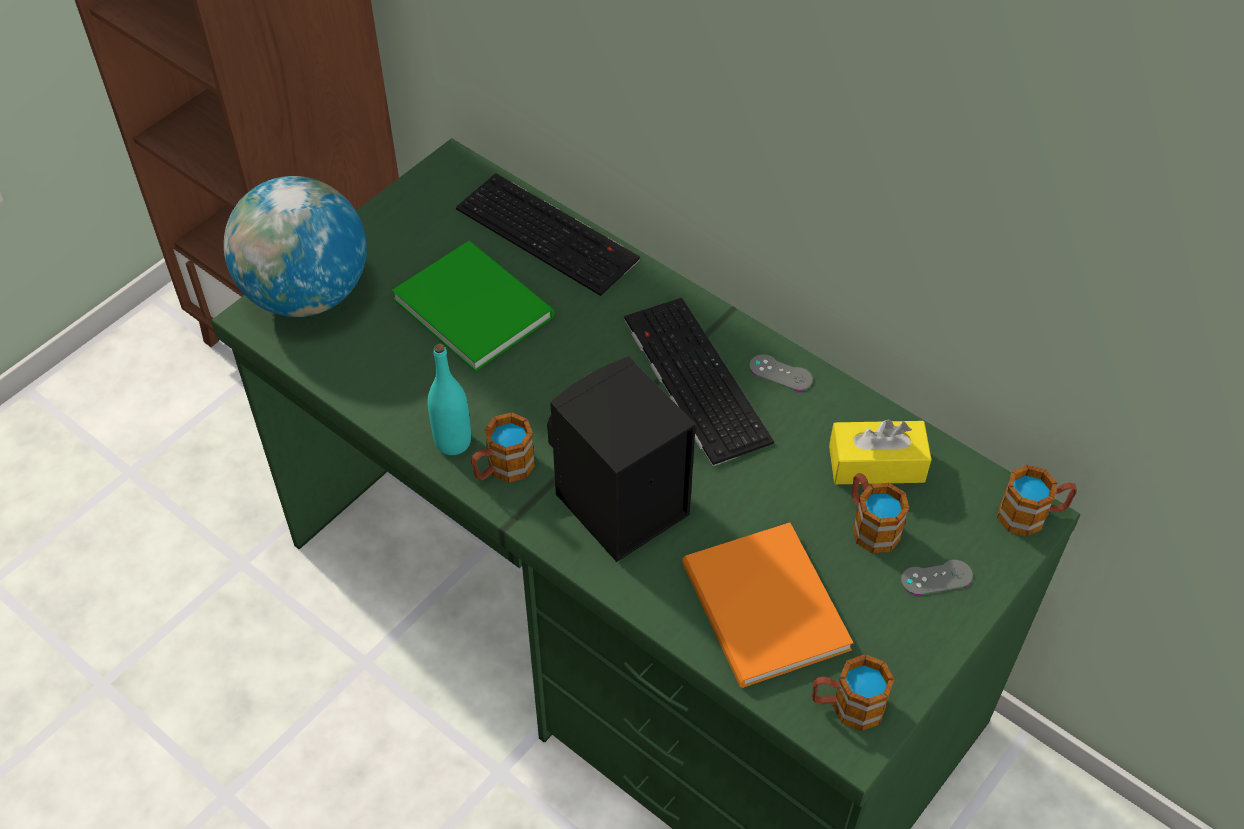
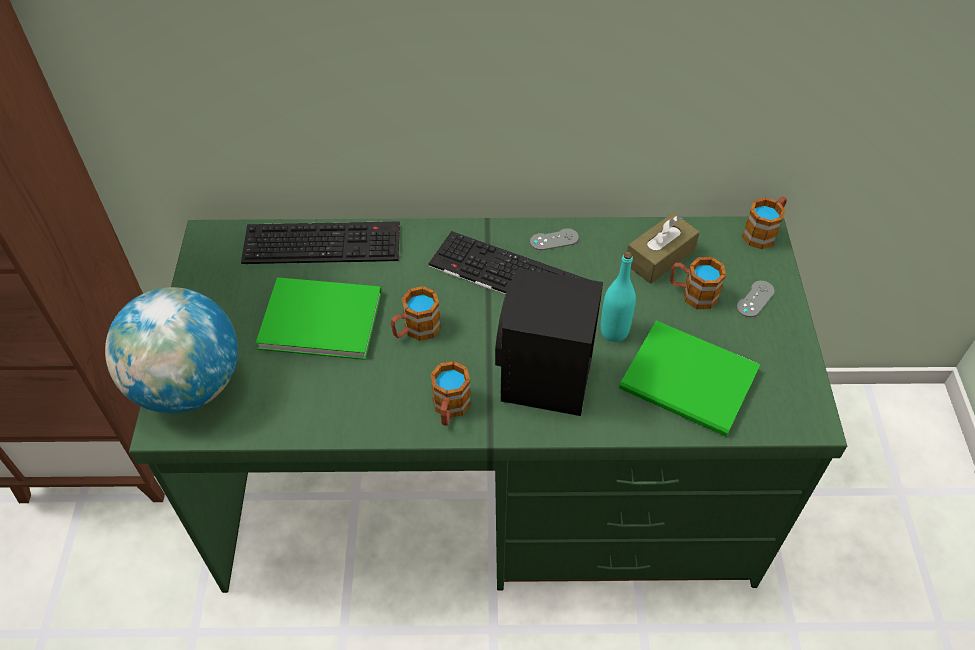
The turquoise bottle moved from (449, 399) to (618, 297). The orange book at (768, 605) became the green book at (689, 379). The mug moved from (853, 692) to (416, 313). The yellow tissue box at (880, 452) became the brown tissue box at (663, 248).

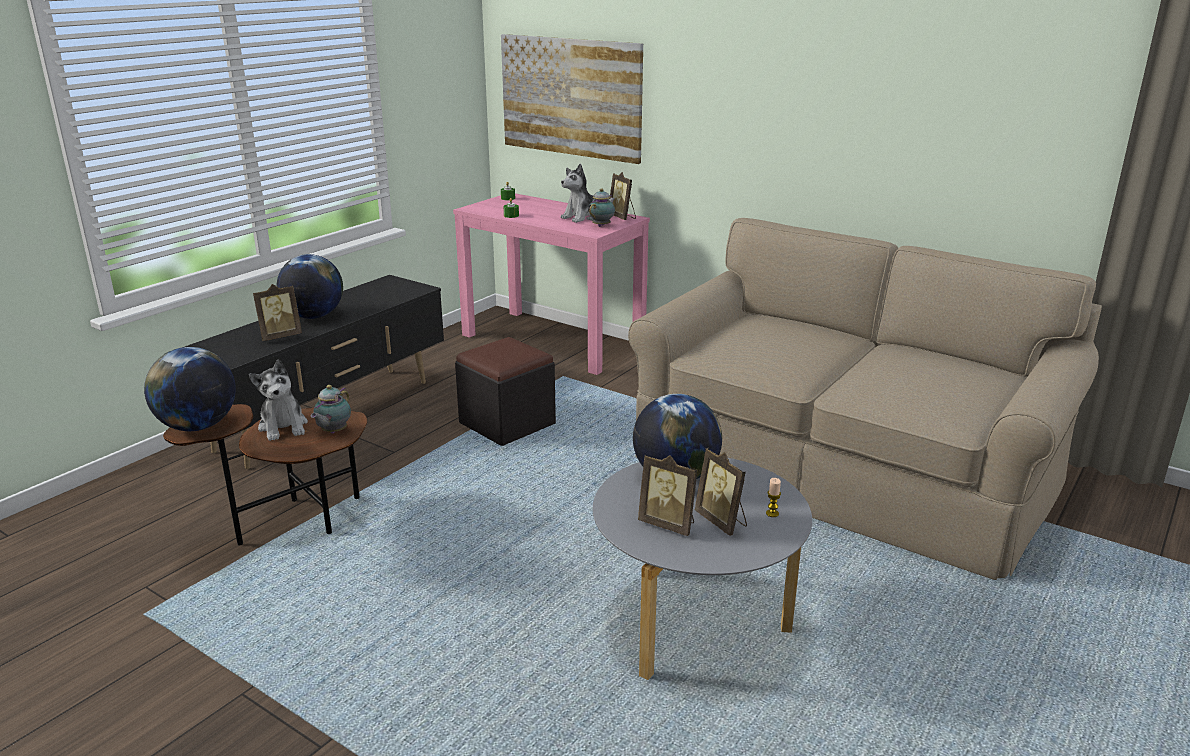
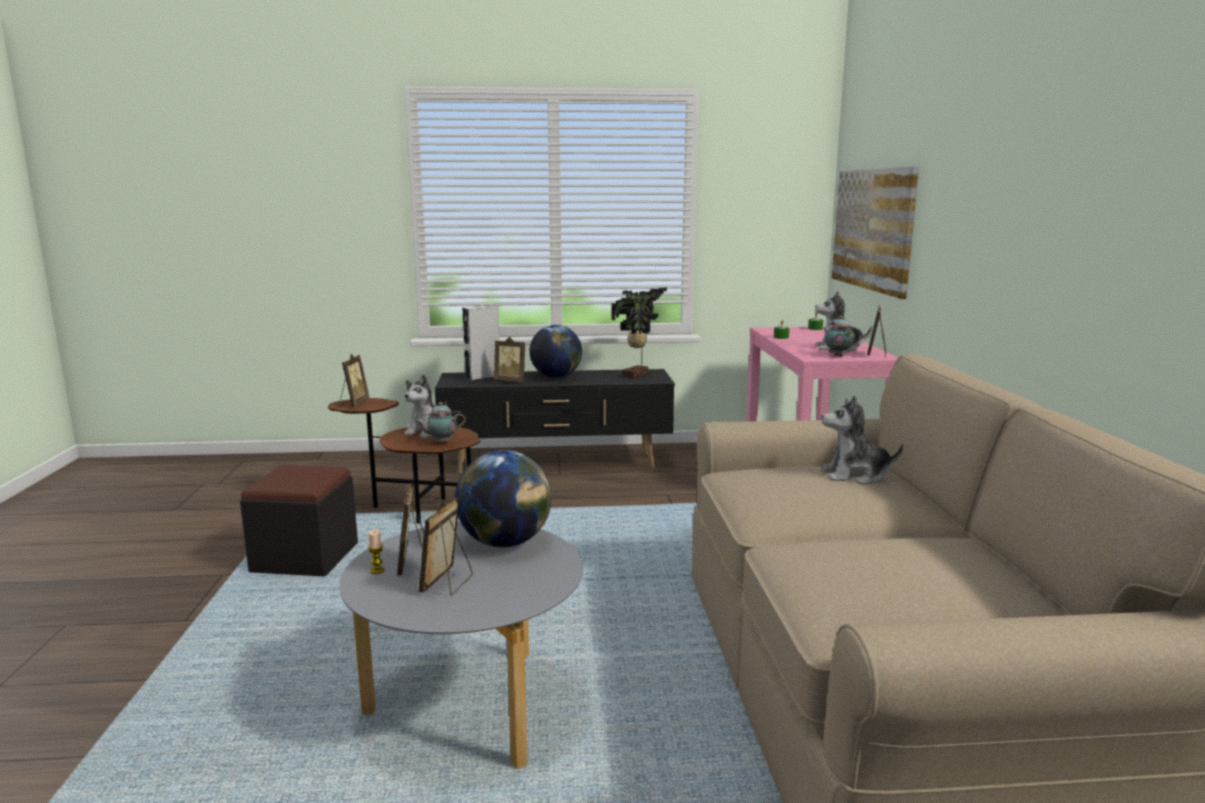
The globe at (190, 389) was replaced by the picture frame at (354, 380). The black ottoman moved from (505, 391) to (299, 520). The teapot at (601, 208) turned 105 degrees counterclockwise. The candle moved from (773, 497) to (376, 551). The grey speaker at (481, 343) appeared. The potted plant at (639, 333) appeared. The plush toy at (862, 439) appeared.

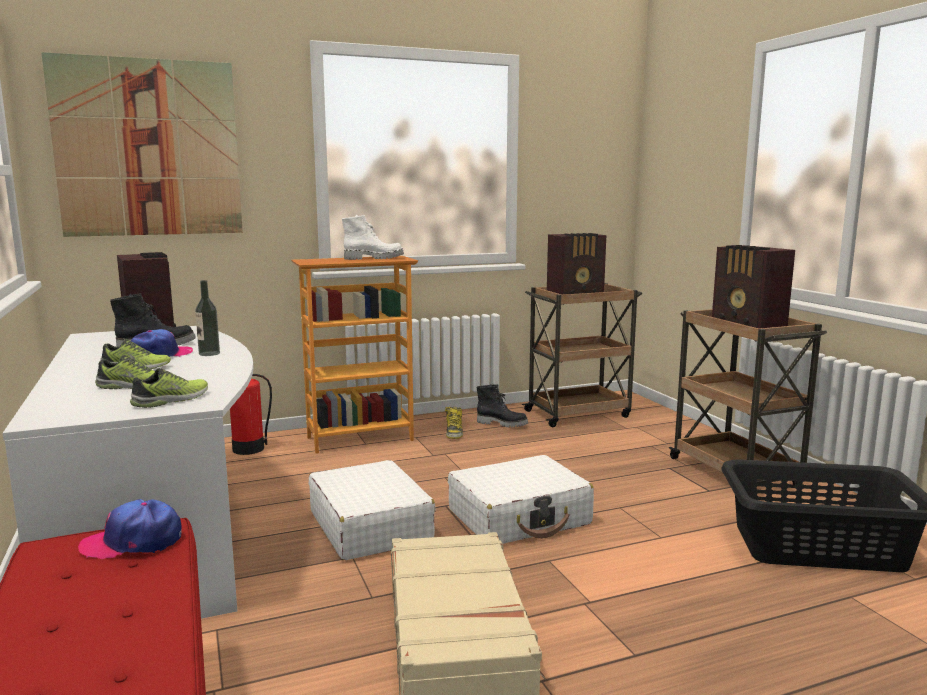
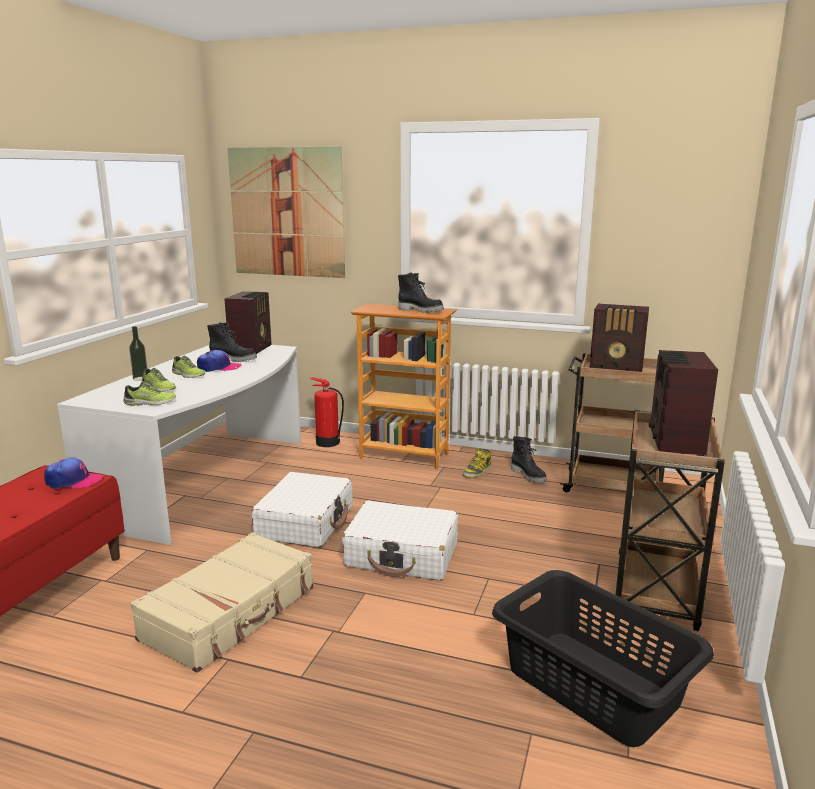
The cap at (130, 529) turned 150 degrees clockwise. The bottle moved from (207, 318) to (138, 353). The white boot at (373, 237) became the black boot at (421, 292).

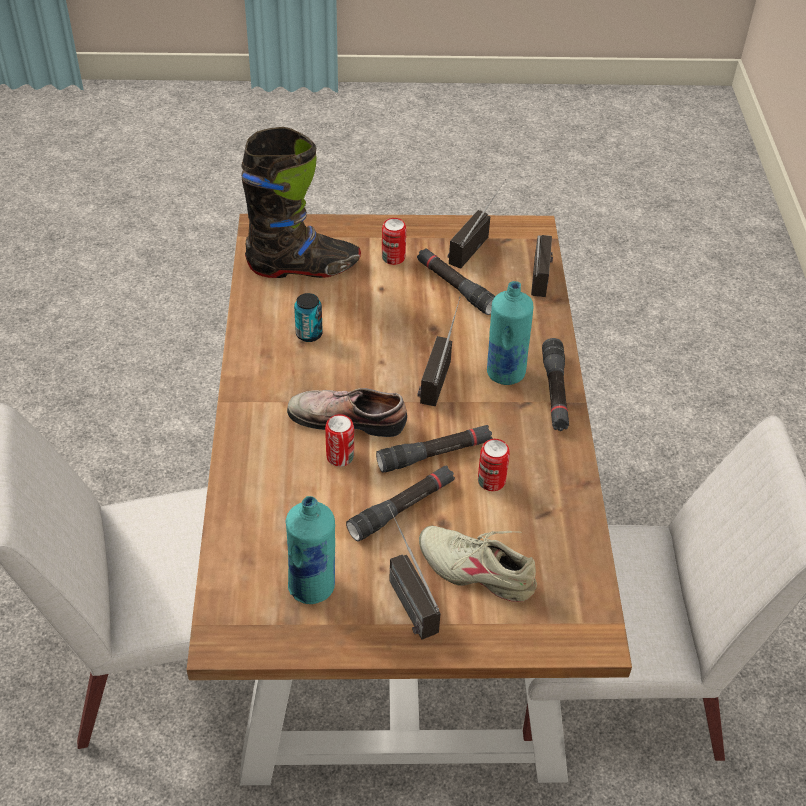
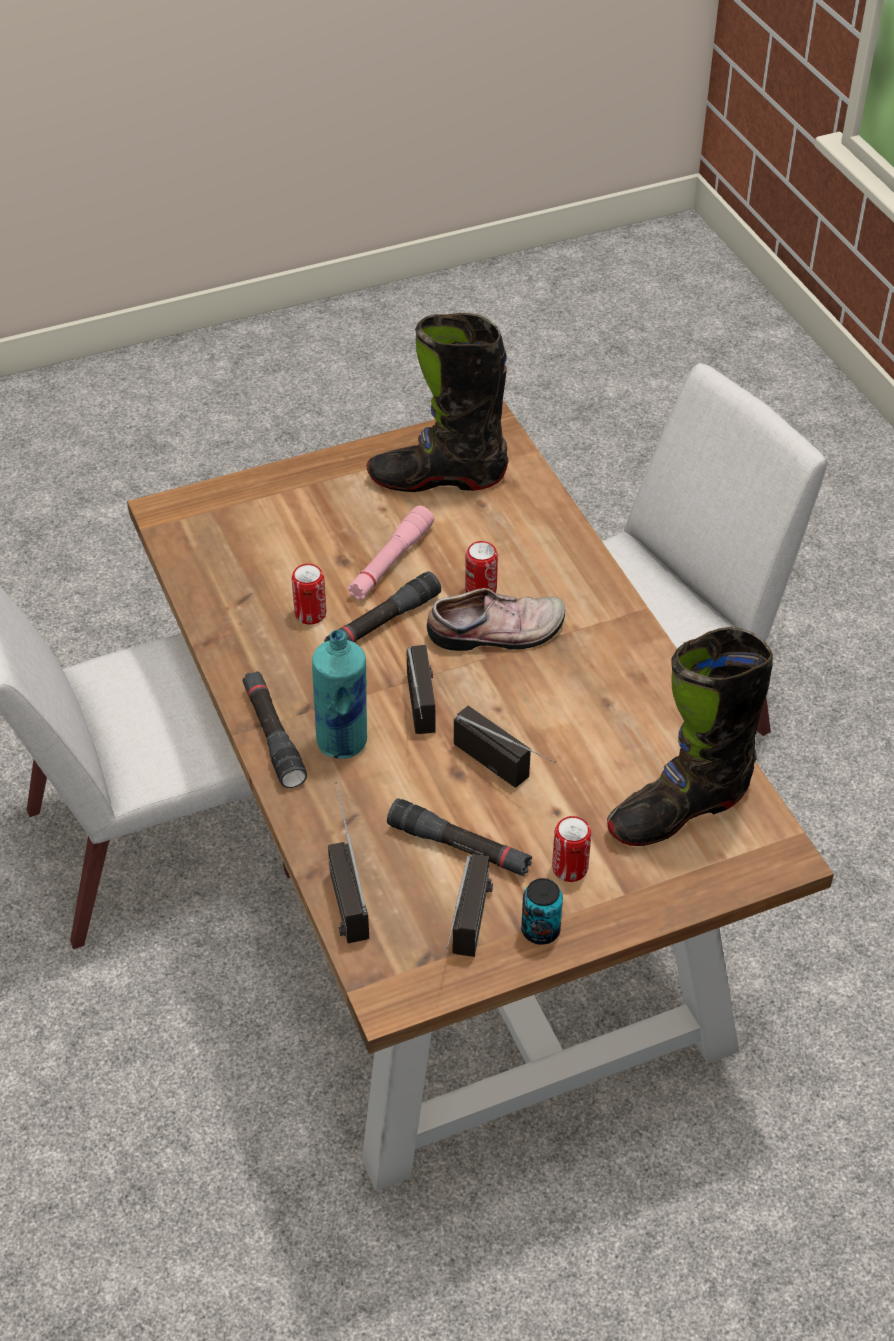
The turquoise bottle at (310, 550) was replaced by the black boot at (438, 402). The can moved from (308, 317) to (542, 911). The black flashlight at (400, 503) became the pink flashlight at (391, 553). The radio moved from (414, 571) to (505, 746). The beige shoe at (478, 564) disappeared.

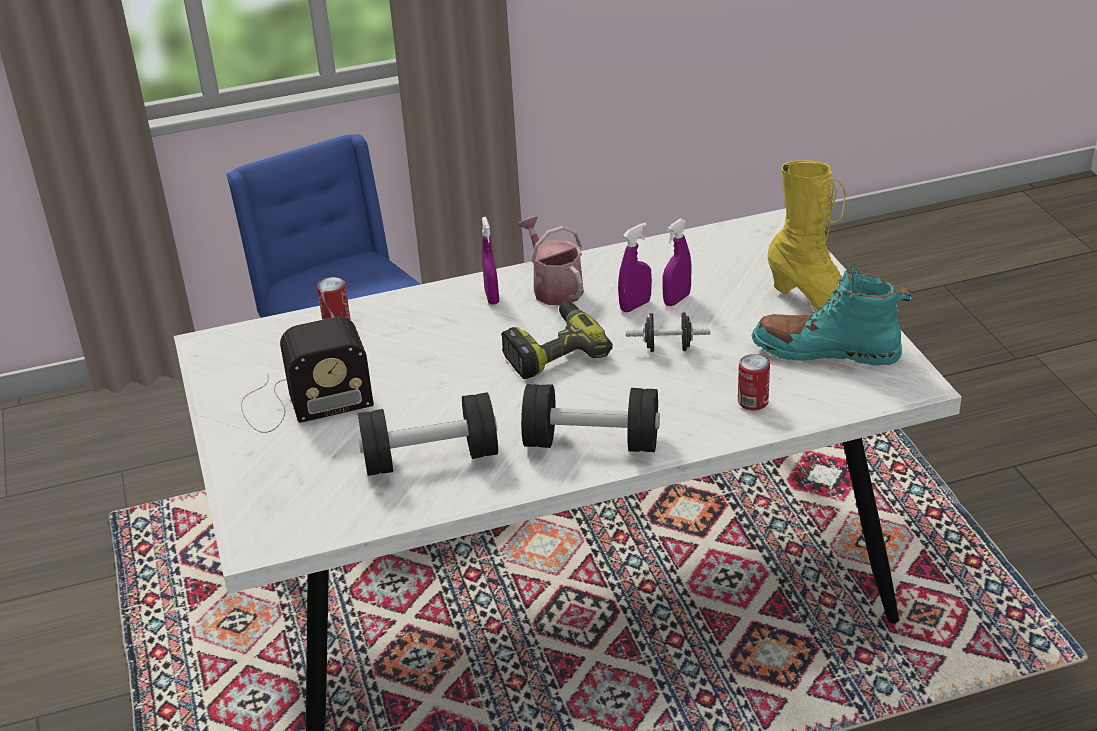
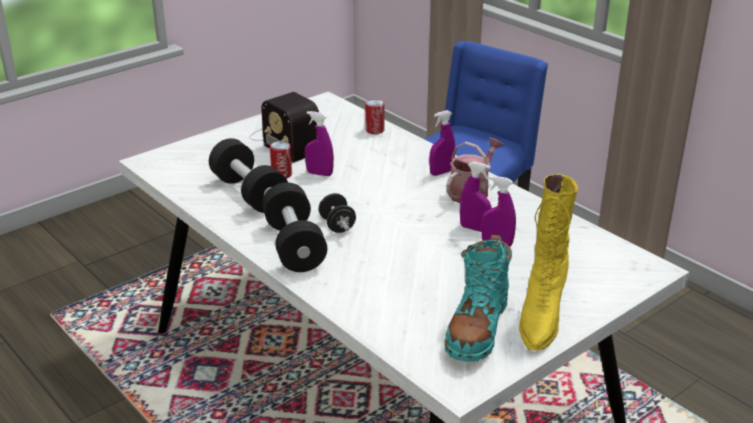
The power drill at (557, 340) disappeared. The black dumbbell moved from (668, 332) to (337, 213). The can moved from (754, 382) to (281, 160). The turquoise boot at (832, 315) turned 150 degrees counterclockwise. The purple spray bottle at (319, 143) appeared.

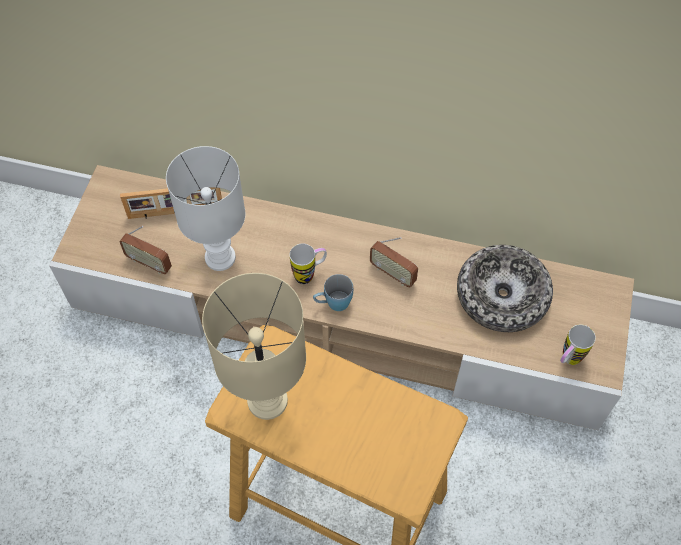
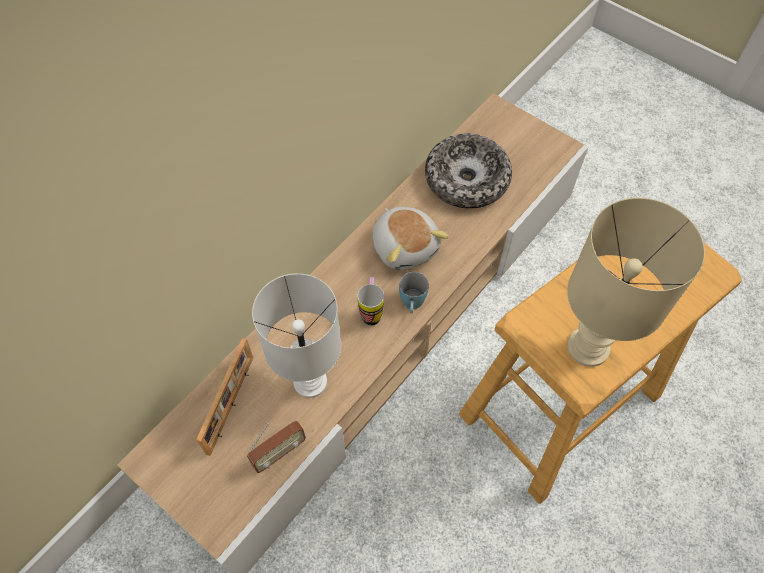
The radio at (394, 262) was replaced by the plush toy at (411, 238). The mug at (578, 345) disappeared.

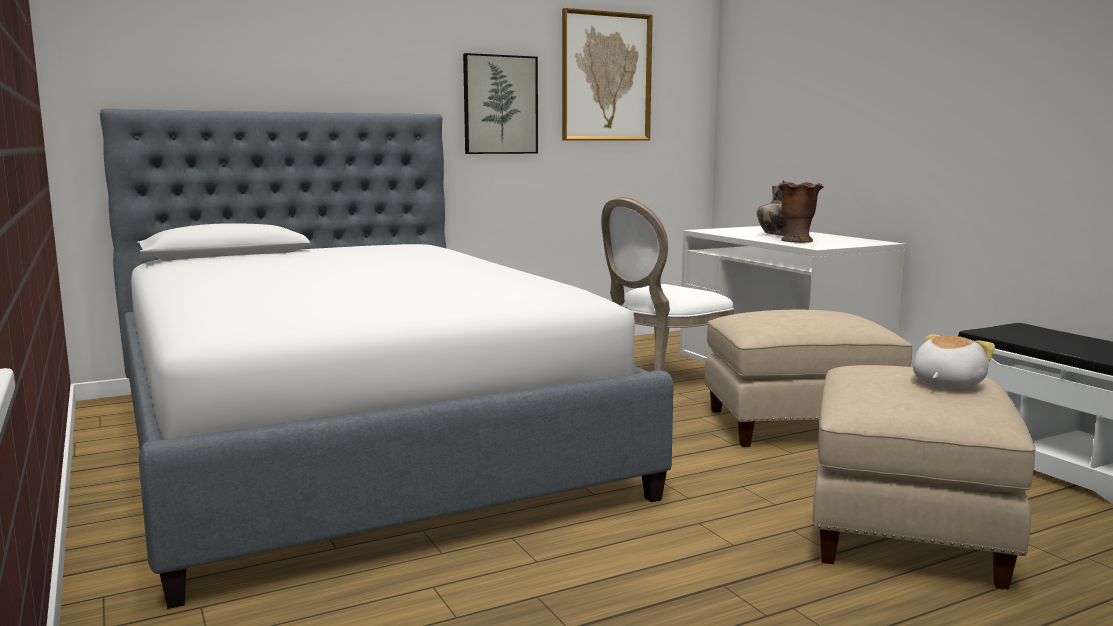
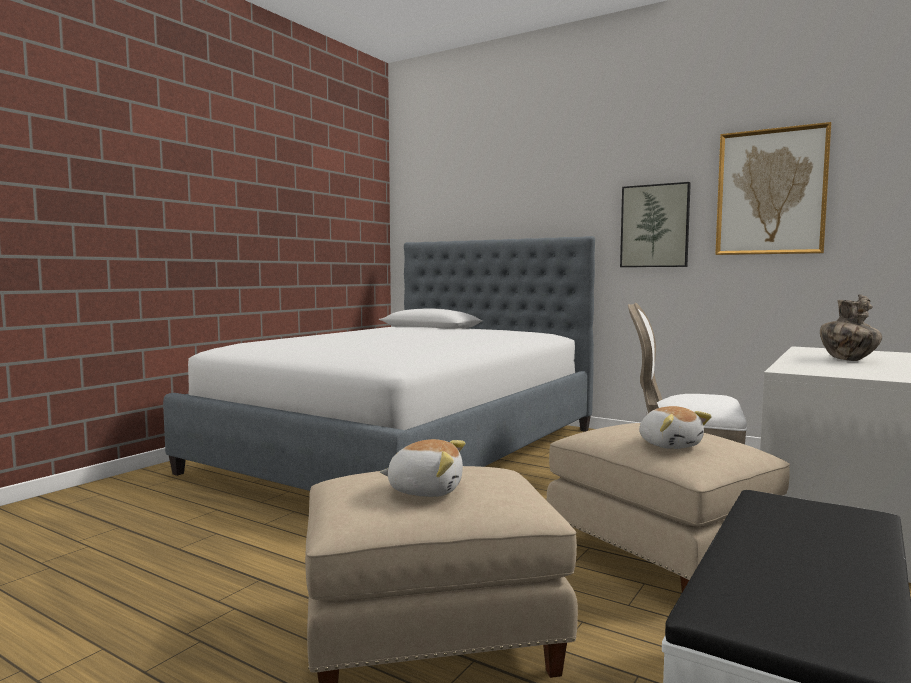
The brown vase at (801, 212) disappeared. The plush toy at (675, 427) appeared.

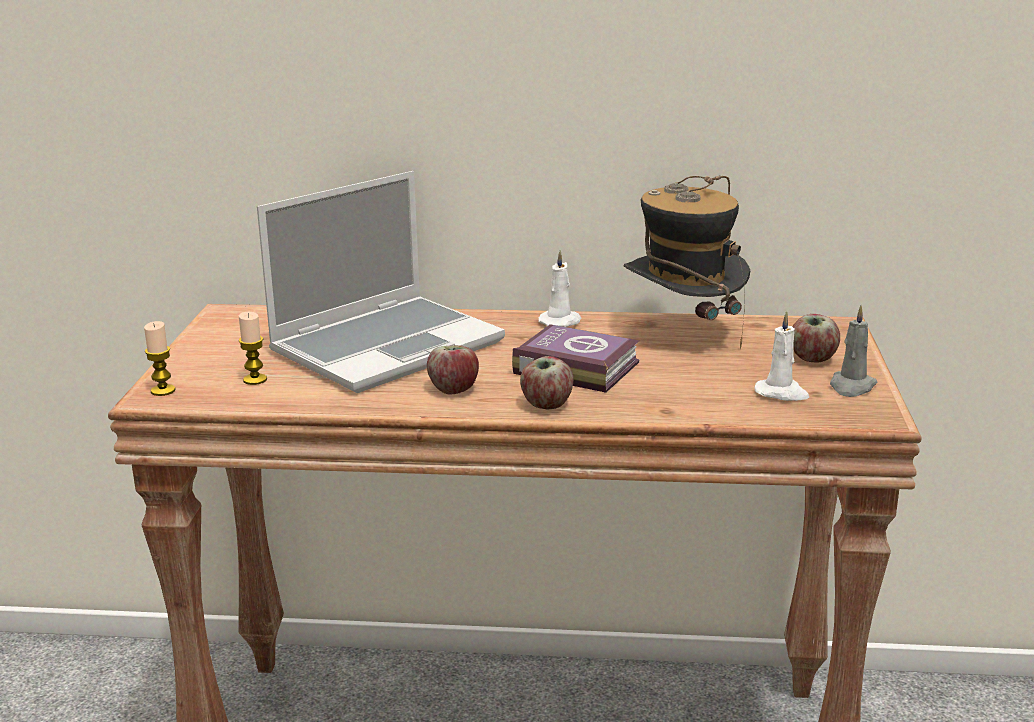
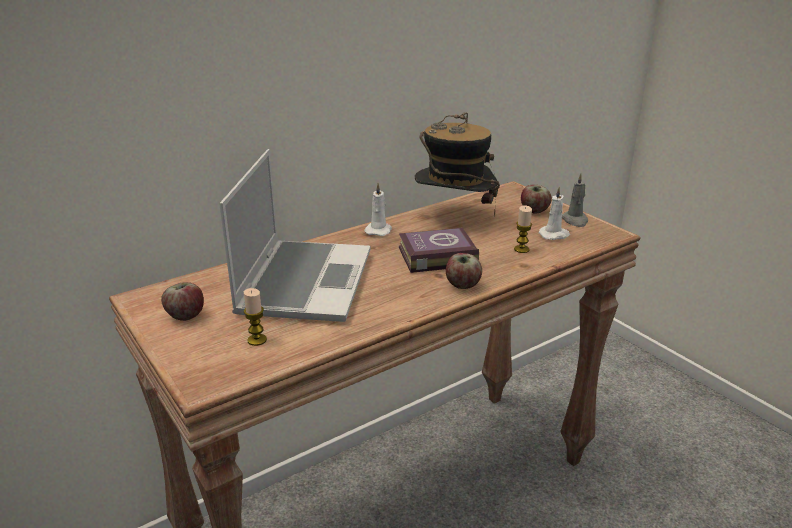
The candle moved from (160, 358) to (523, 229). The apple moved from (453, 369) to (182, 301).

